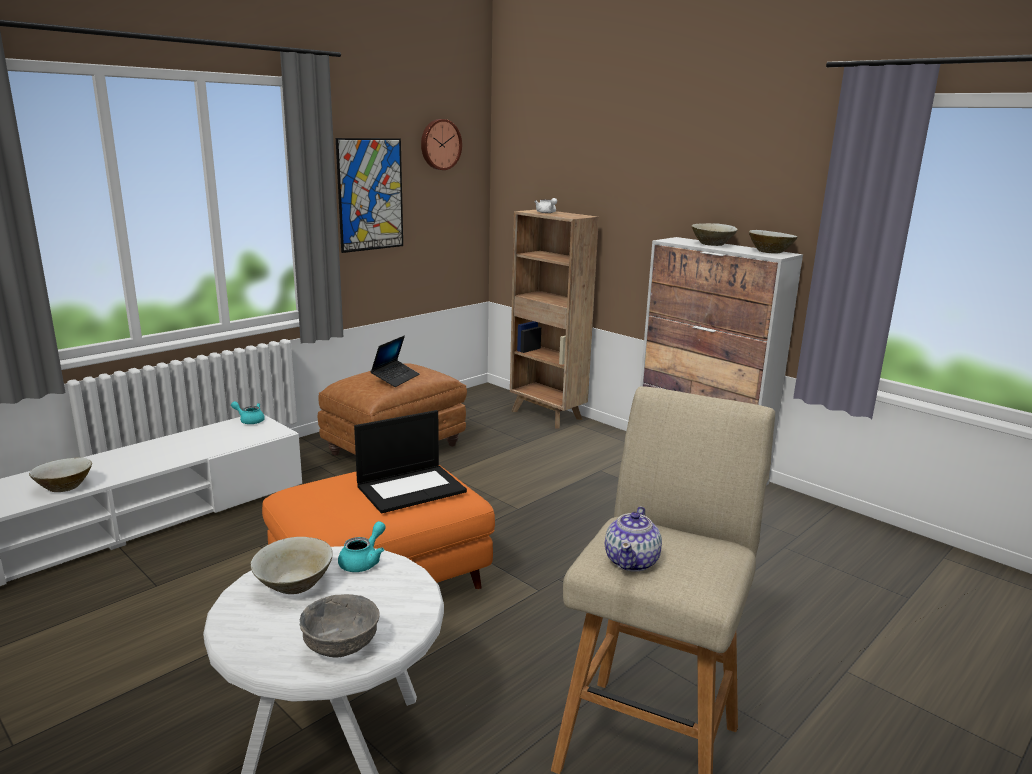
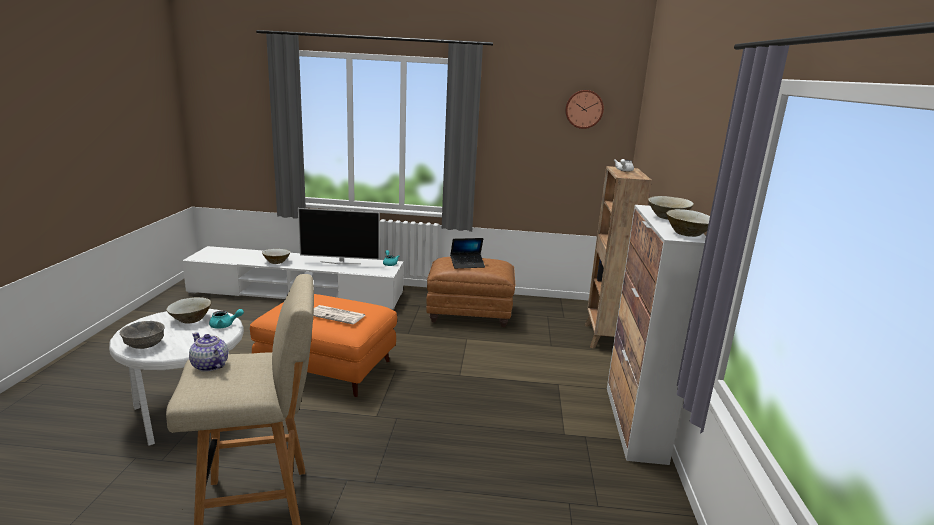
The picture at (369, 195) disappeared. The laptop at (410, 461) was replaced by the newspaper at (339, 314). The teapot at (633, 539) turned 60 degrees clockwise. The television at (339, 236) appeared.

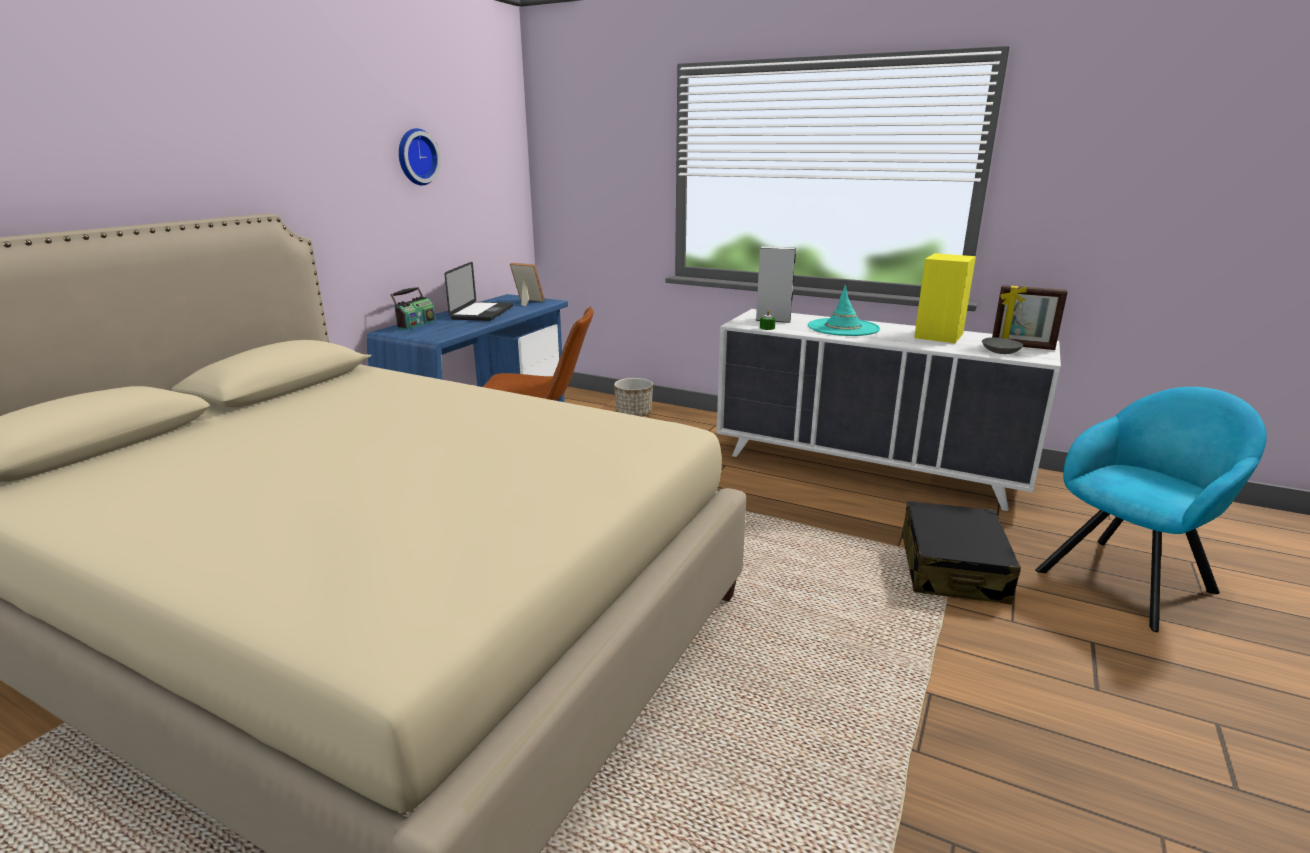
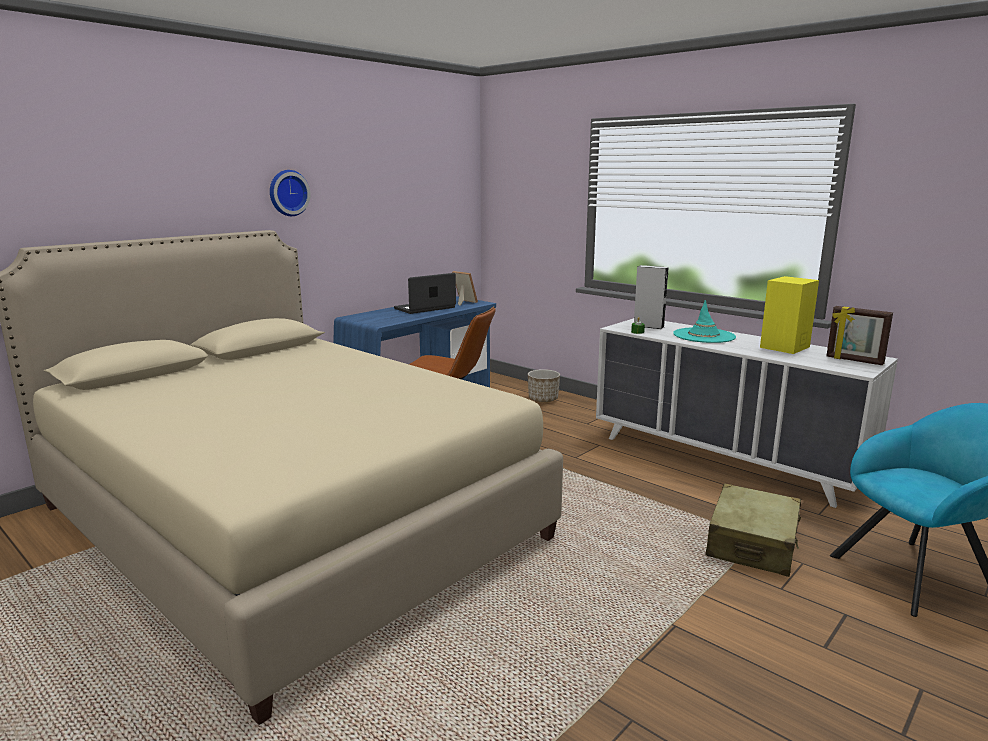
The radio at (413, 308) disappeared. The wall clock moved from (420, 156) to (290, 193). The laptop at (479, 291) turned 150 degrees counterclockwise. The black suitcase at (961, 552) became the beige suitcase at (753, 530). The grey bowl at (1002, 345) disappeared.

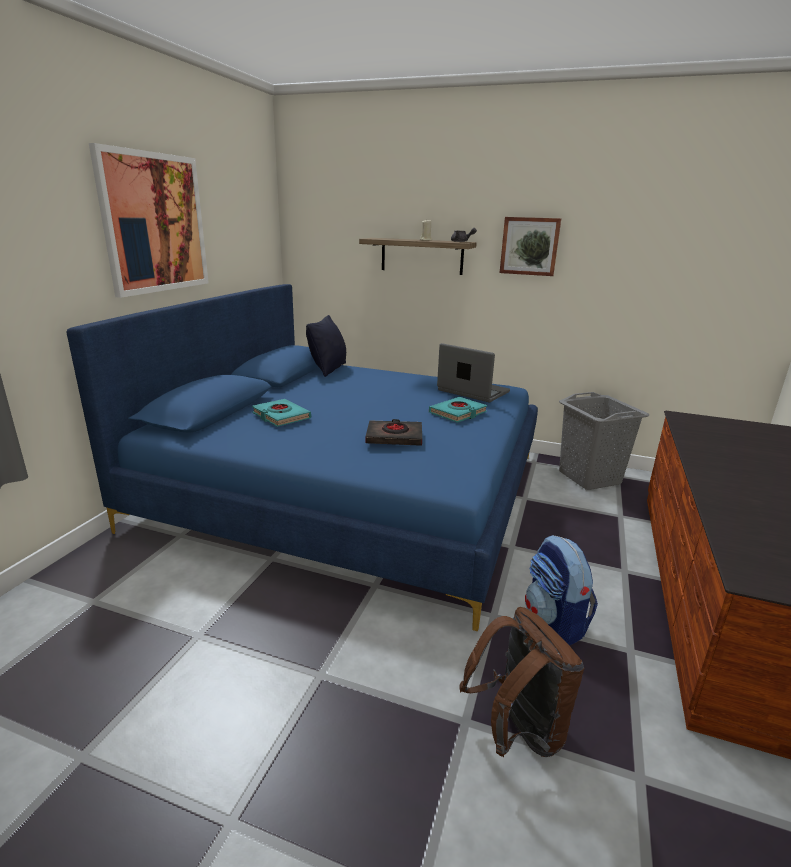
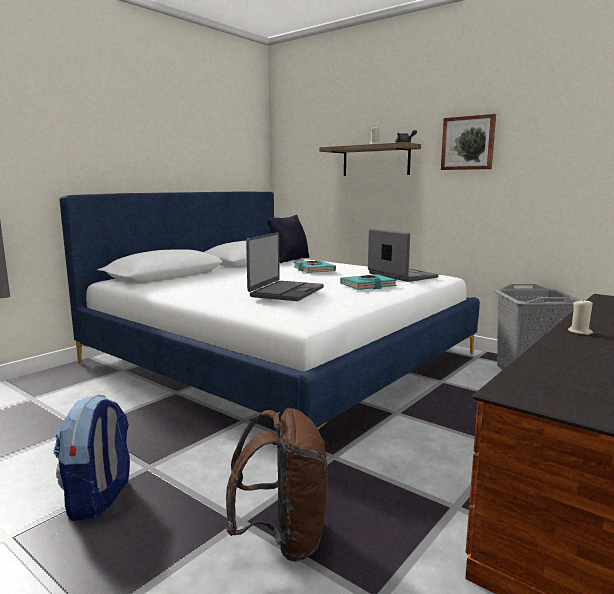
The blue bed at (302, 457) became the white bed at (269, 311). The picture at (149, 220) disappeared. The turquoise book moved from (281, 413) to (315, 266). The black book at (394, 432) was replaced by the laptop at (285, 266). The backpack moved from (561, 590) to (91, 458). The beige candle at (580, 317) appeared.

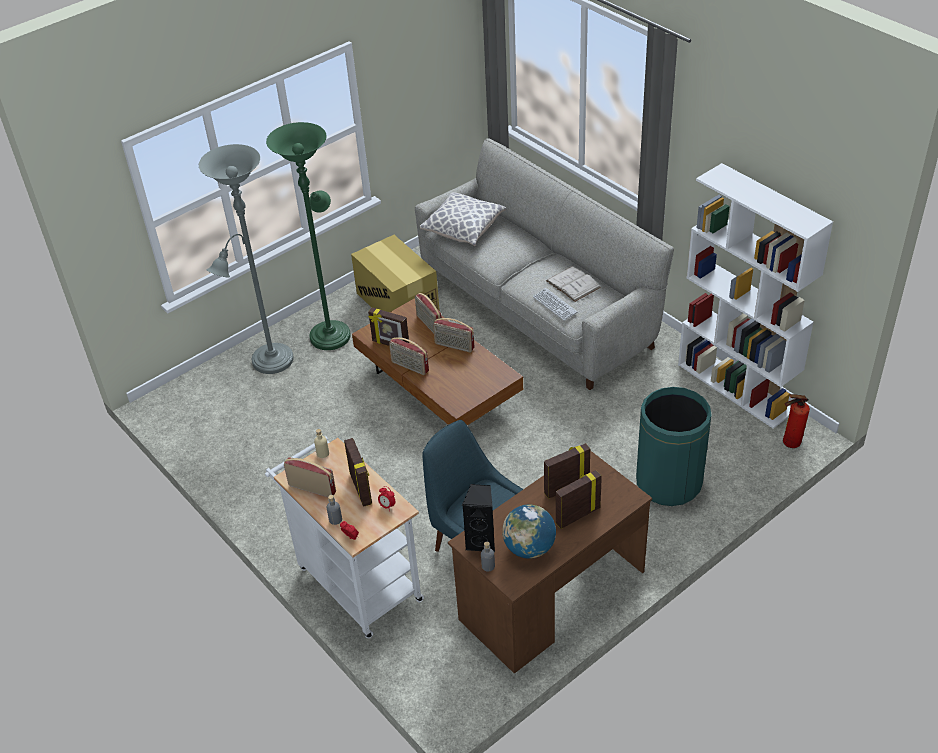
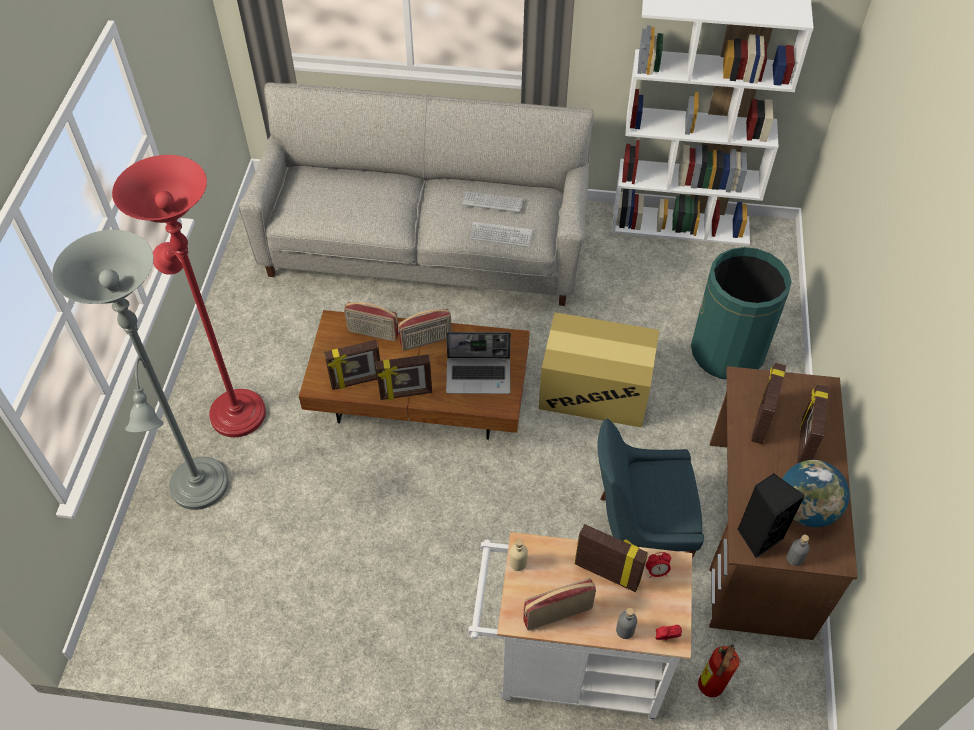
The green floor lamp at (308, 236) became the red floor lamp at (189, 296). The cardboard box moved from (395, 273) to (599, 370). The radio at (409, 356) was replaced by the picture frame at (403, 377). The pillow at (463, 219) disappeared. The white book at (573, 284) was replaced by the keyboard at (492, 202). The fire extinguisher moved from (796, 421) to (719, 670). The laptop at (478, 363) appeared.

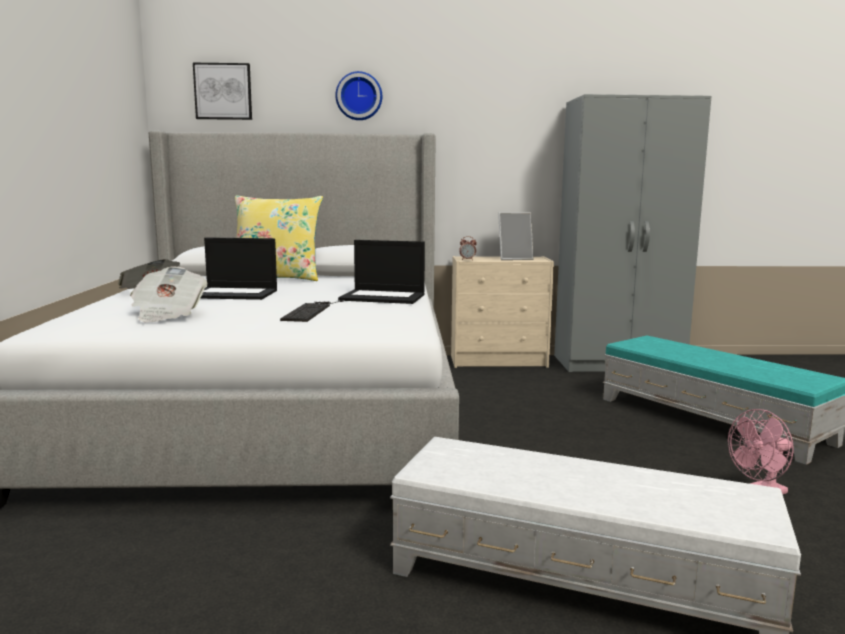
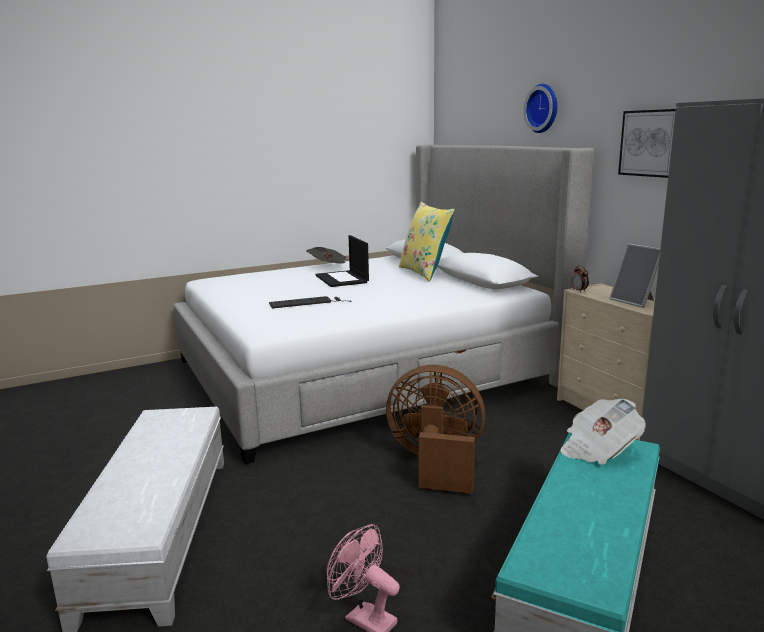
The newspaper moved from (169, 294) to (603, 431). The picture moved from (222, 91) to (647, 143). The laptop at (381, 272) disappeared. The brown fan at (435, 429) appeared.

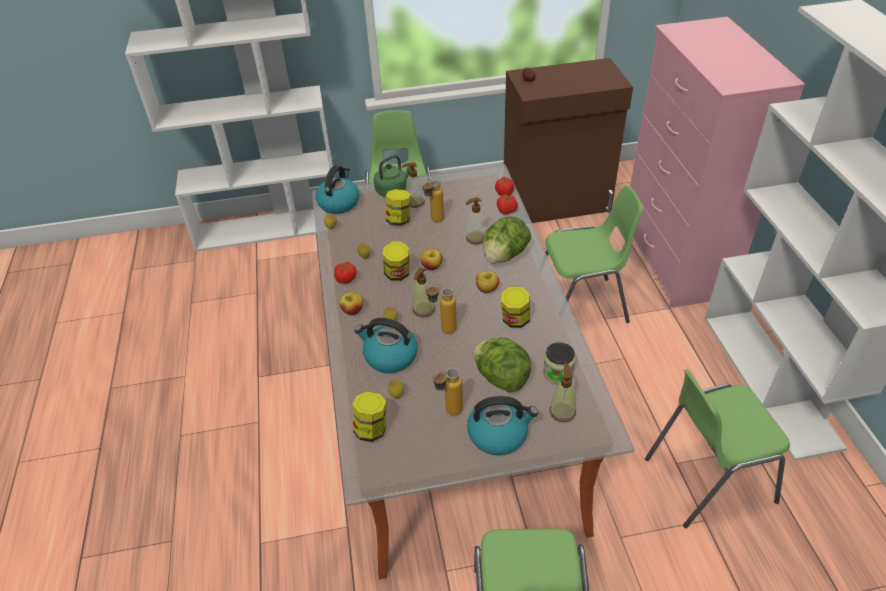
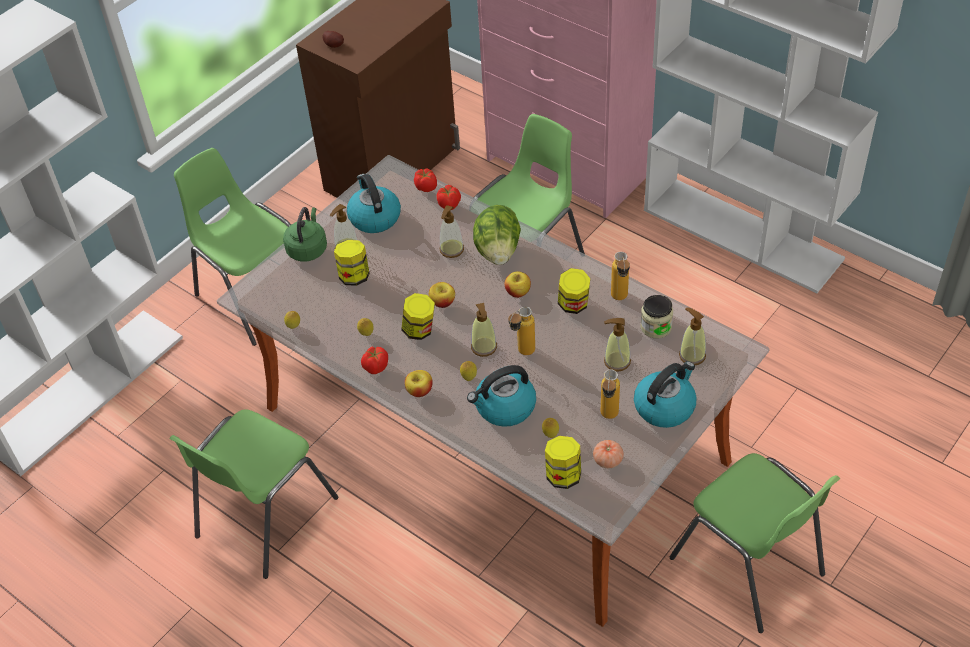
The kettle moved from (337, 189) to (374, 203). The bottle moved from (433, 201) to (620, 276). The lettuce at (501, 364) was replaced by the soap dispenser at (617, 345). The green chair moved from (717, 448) to (253, 494). The tomato at (608, 454) appeared.

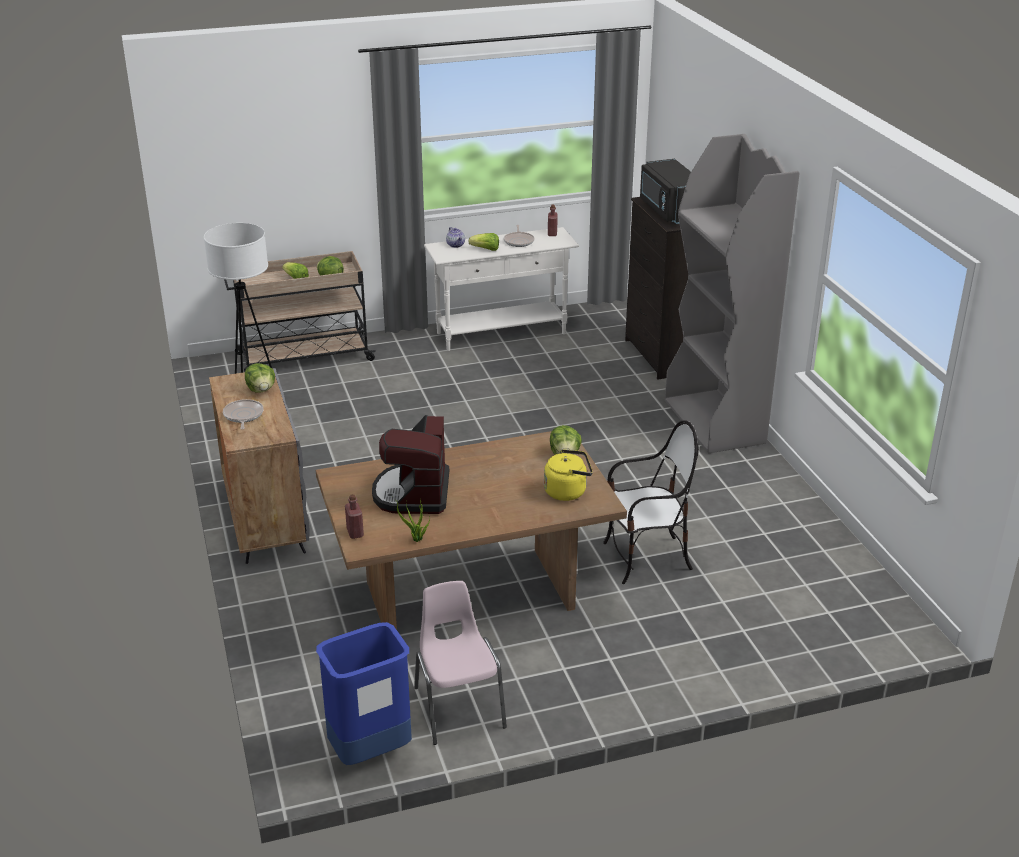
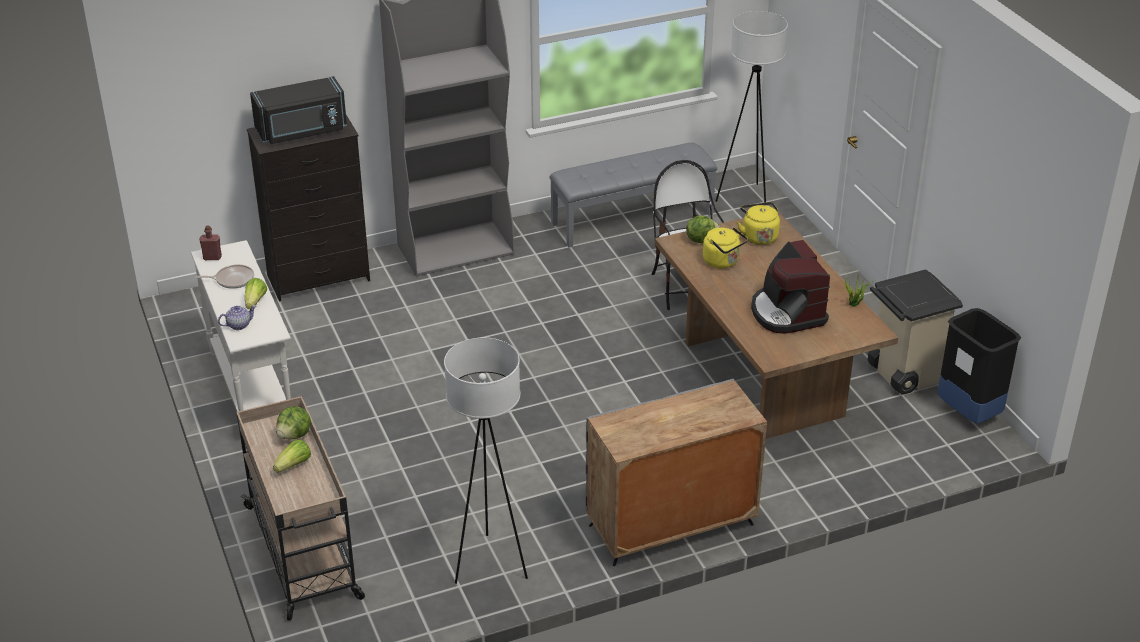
The frying pan at (243, 414) disappeared. The lettuce at (260, 378) disappeared. The blue trash can at (364, 693) became the black trash can at (979, 365). The red bottle at (354, 516) disappeared. The coffee machine at (410, 464) turned 75 degrees clockwise. The pink chair at (460, 663) was replaced by the beige trash can at (915, 332). The grey bench at (633, 195) appeared. The yellow kettle at (725, 247) appeared. The white floor lamp at (752, 107) appeared.

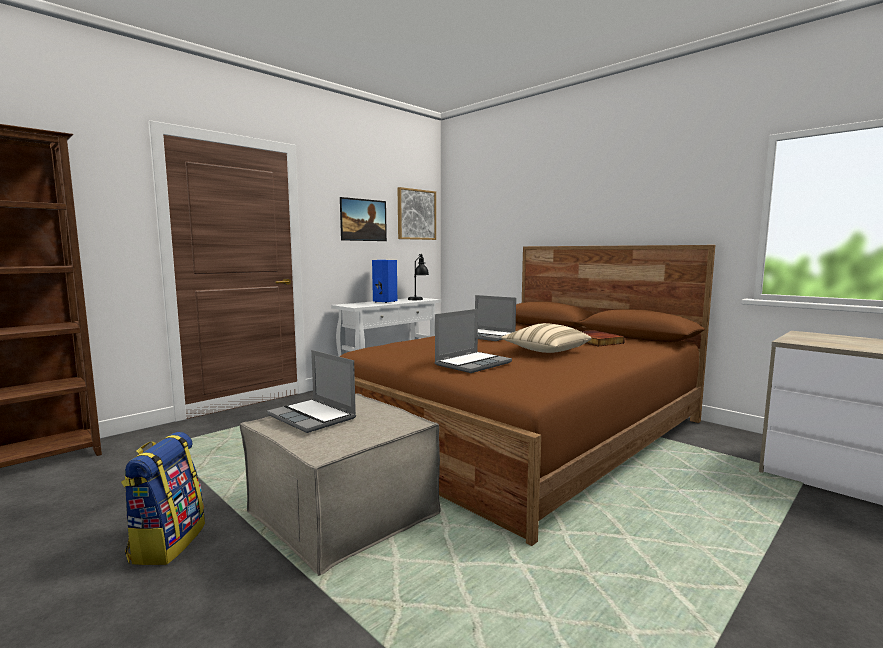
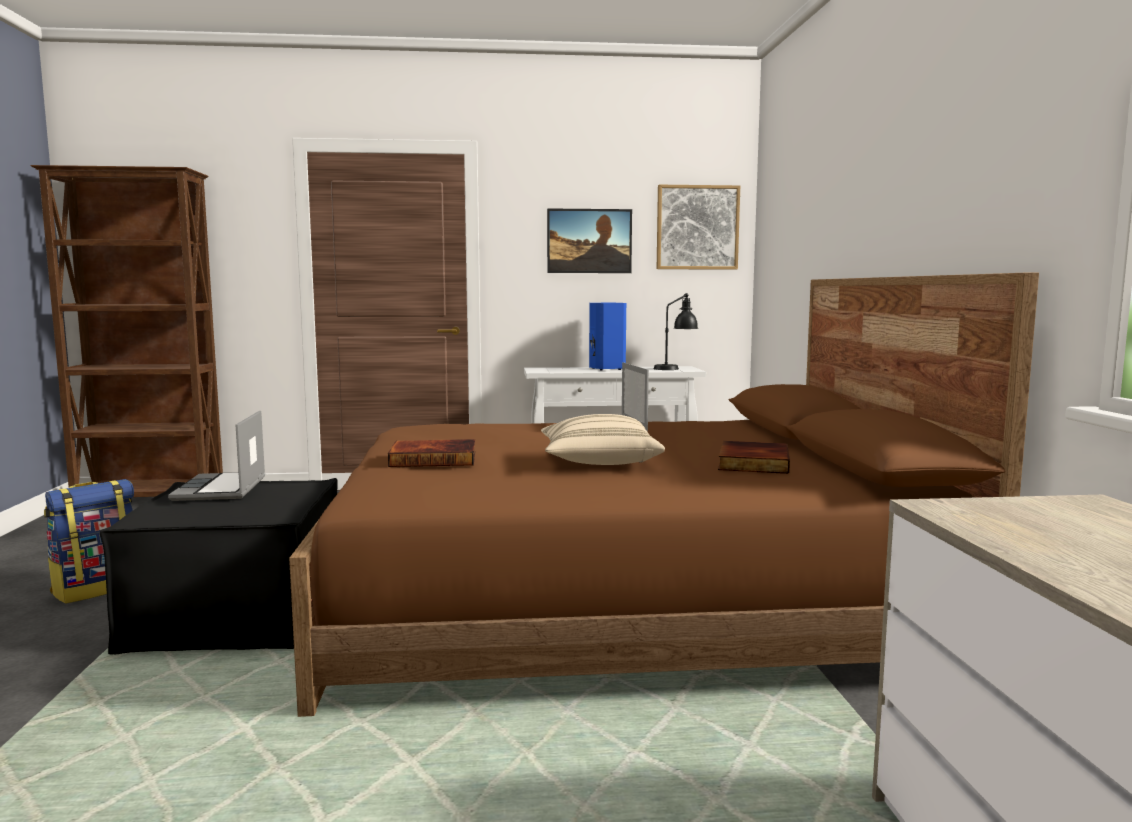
The beige ottoman at (340, 484) became the black ottoman at (218, 566). The laptop at (473, 341) was replaced by the book at (431, 453).

